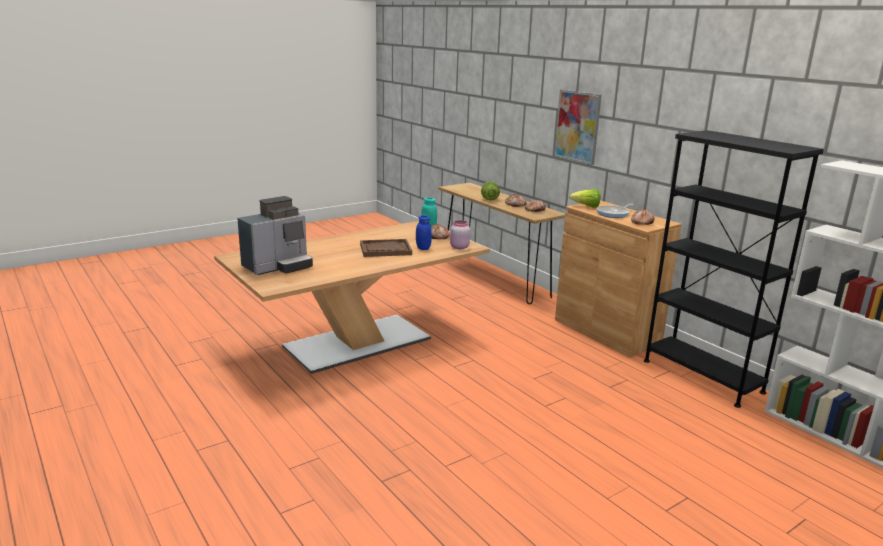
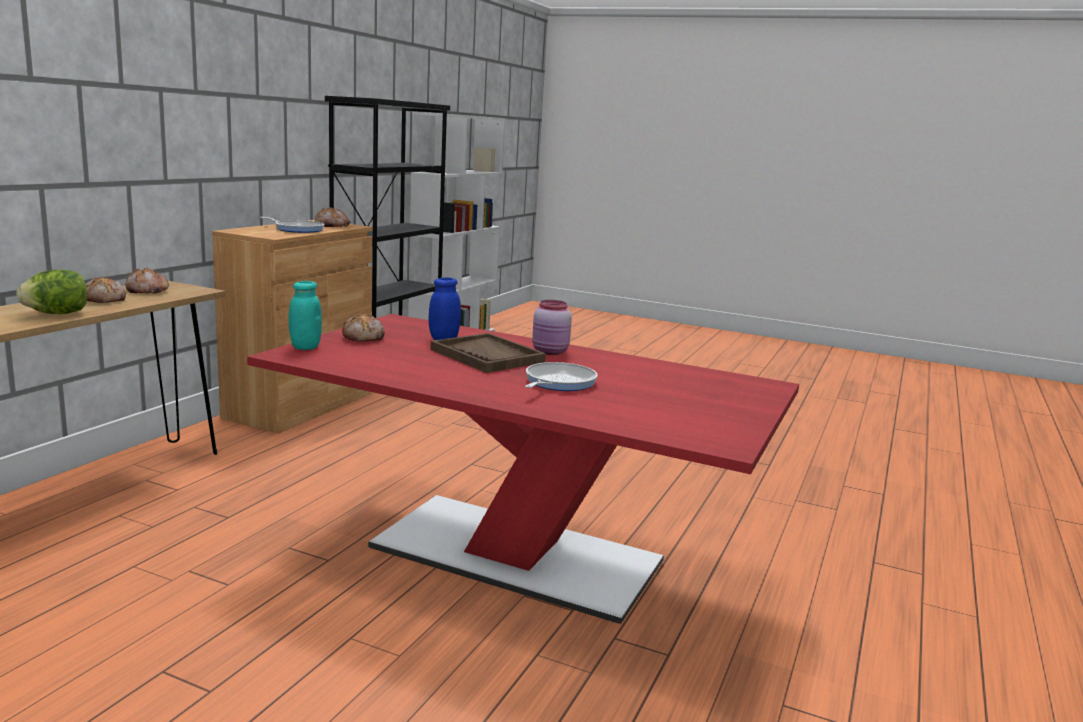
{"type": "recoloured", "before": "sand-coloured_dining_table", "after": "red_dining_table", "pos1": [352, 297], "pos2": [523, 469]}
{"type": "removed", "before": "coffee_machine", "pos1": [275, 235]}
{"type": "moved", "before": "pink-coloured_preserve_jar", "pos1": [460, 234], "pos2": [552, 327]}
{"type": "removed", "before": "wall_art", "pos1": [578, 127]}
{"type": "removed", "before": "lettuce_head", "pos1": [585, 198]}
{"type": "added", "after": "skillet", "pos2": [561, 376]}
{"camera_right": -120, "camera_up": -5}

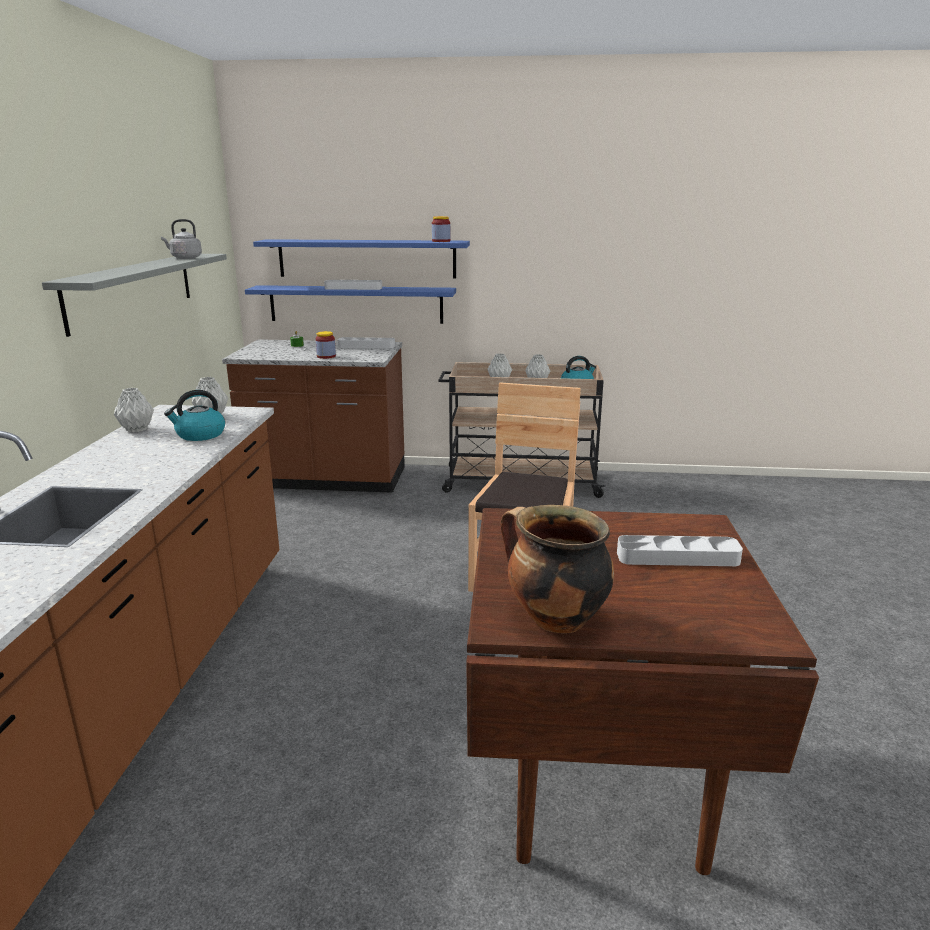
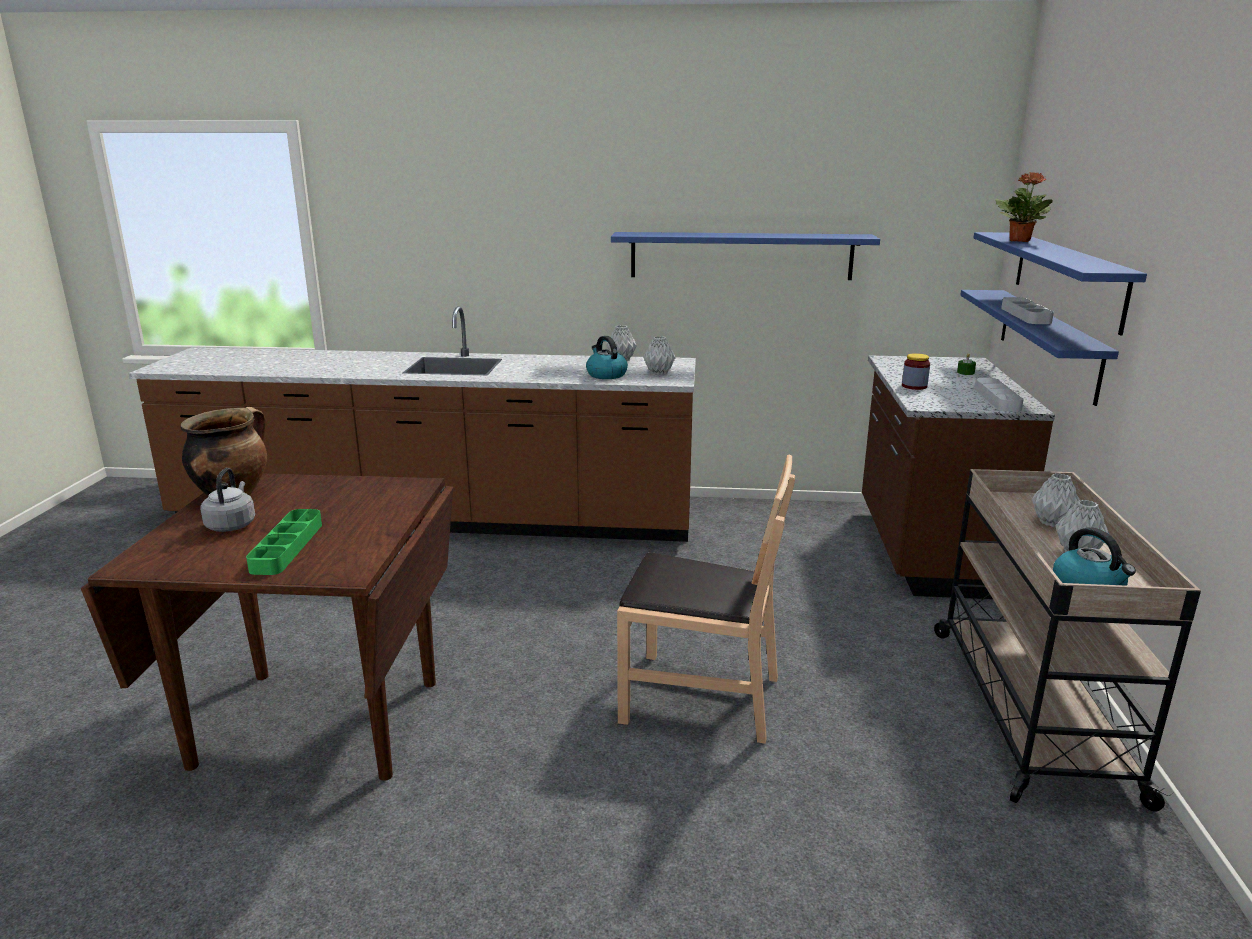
{"type": "recoloured", "before": "grey_shelf", "after": "bluish_shelf", "pos1": [134, 295], "pos2": [745, 256]}
{"type": "moved", "before": "grey_water_kettle", "pos1": [181, 239], "pos2": [227, 500]}
{"type": "removed", "before": "preserve_jar", "pos1": [441, 229]}
{"type": "recoloured", "before": "grey_tray", "after": "green_tray", "pos1": [680, 550], "pos2": [284, 542]}
{"type": "added", "after": "plant_in_a_pot", "pos2": [1024, 207]}
{"camera_right": 90, "camera_up": 0}

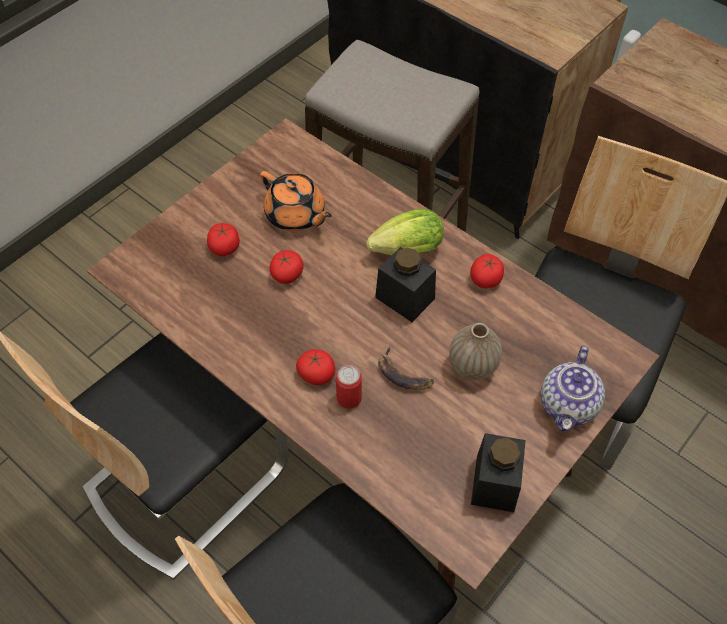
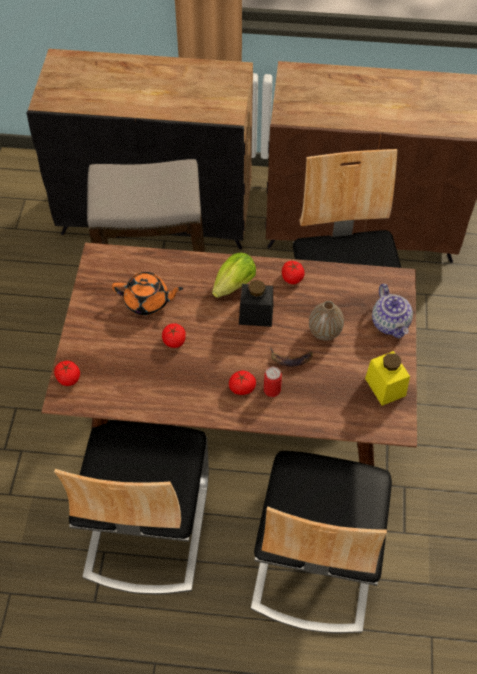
{"type": "moved", "before": "whole_tomato", "pos1": [223, 239], "pos2": [67, 373]}
{"type": "recoloured", "before": "black-coloured_preserve_jar", "after": "yellow-coloured_preserve_jar", "pos1": [498, 472], "pos2": [387, 378]}
{"camera_right": -35, "camera_up": 0}

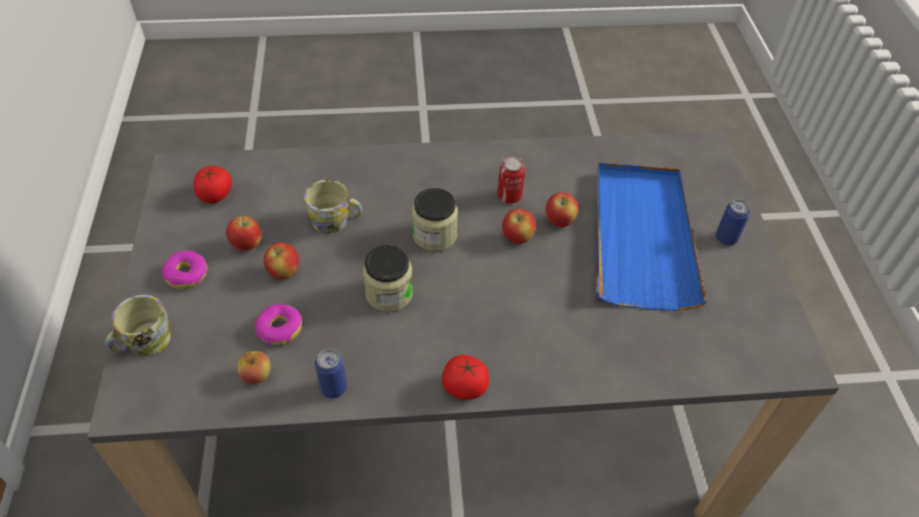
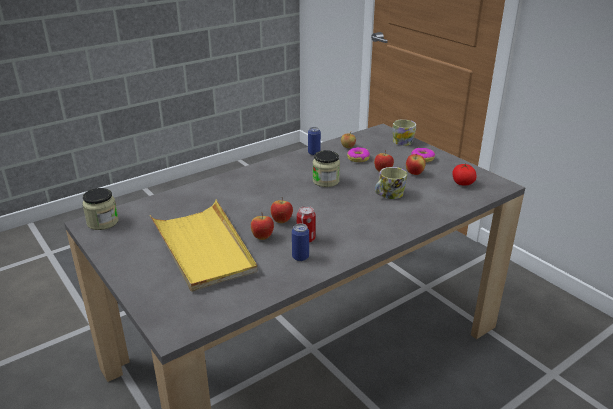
{"type": "moved", "before": "preserve_jar", "pos1": [435, 219], "pos2": [100, 209]}
{"type": "removed", "before": "whole_tomato", "pos1": [465, 377]}
{"type": "recoloured", "before": "bluish_tray", "after": "yellow-coloured_tray", "pos1": [651, 237], "pos2": [204, 246]}
{"type": "moved", "before": "metal_can", "pos1": [733, 222], "pos2": [300, 242]}
{"camera_right": 150, "camera_up": -20}

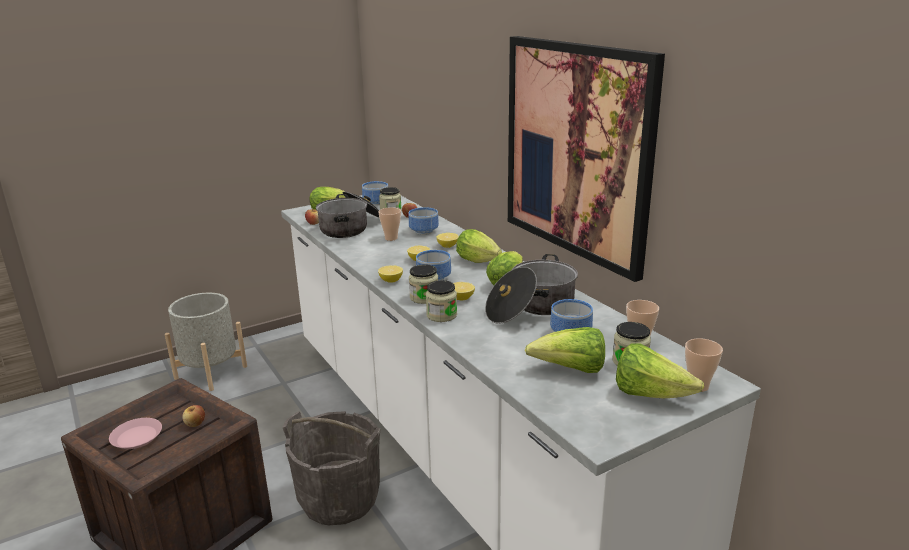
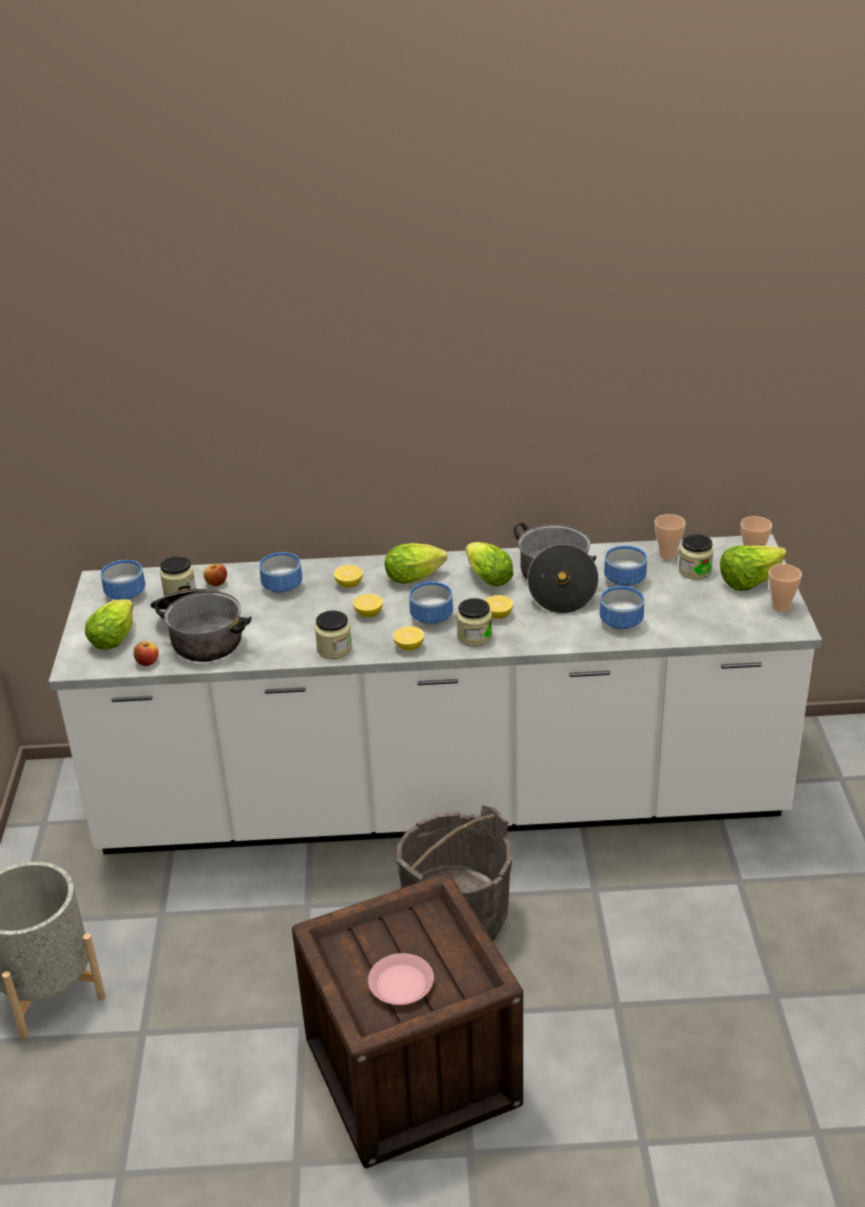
{"type": "removed", "before": "whole_apple", "pos1": [193, 416]}
{"type": "moved", "before": "drinking_cup", "pos1": [389, 224], "pos2": [785, 588]}
{"type": "moved", "before": "preserve_jar", "pos1": [441, 301], "pos2": [333, 635]}
{"type": "removed", "before": "wall_art", "pos1": [586, 159]}
{"type": "removed", "before": "lettuce_head", "pos1": [565, 350]}
{"type": "added", "after": "bowl", "pos2": [622, 608]}
{"camera_right": -60, "camera_up": 10}

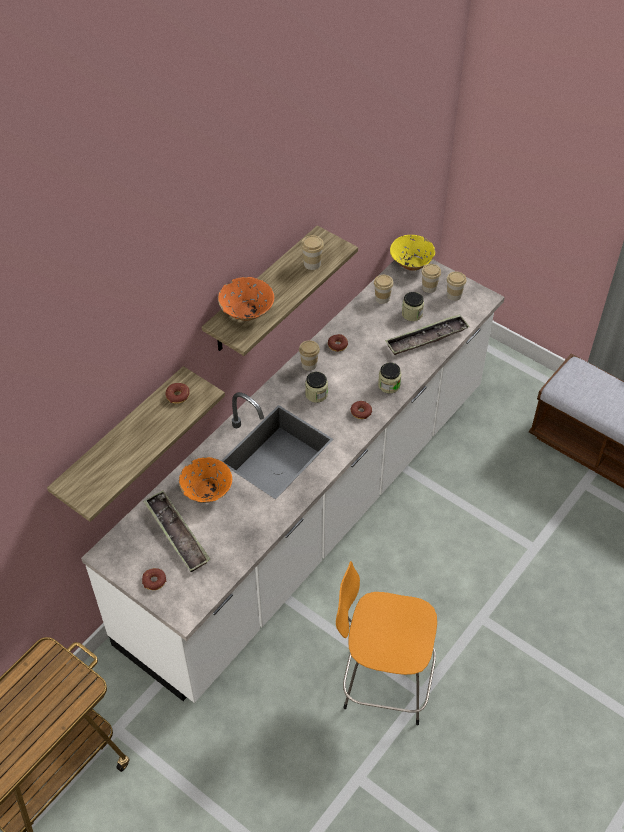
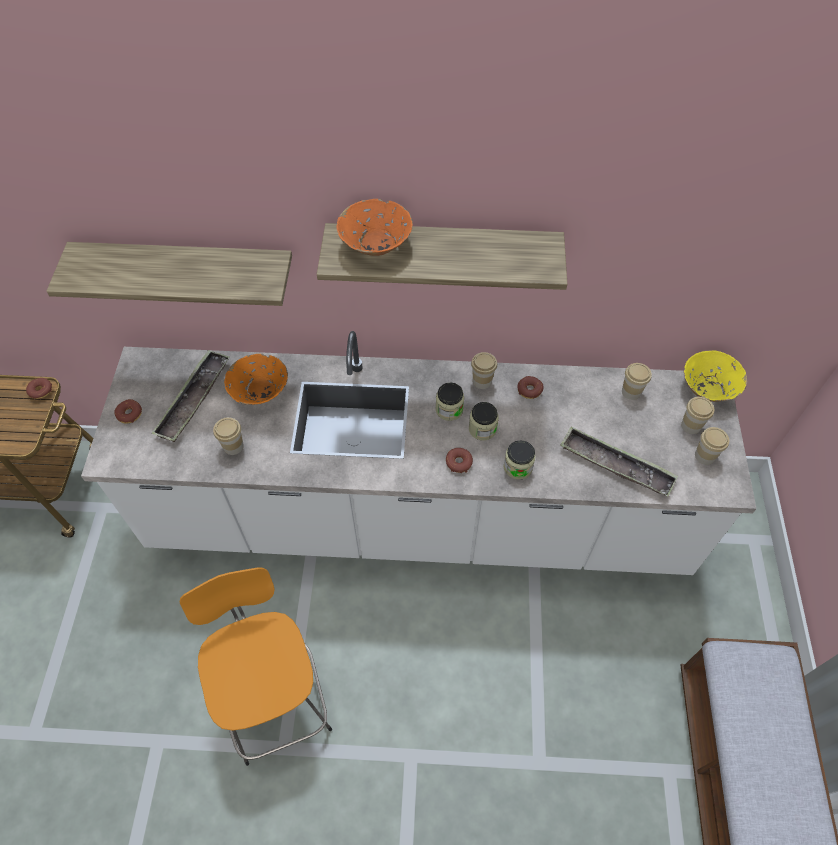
{"type": "moved", "before": "ring_doughnut", "pos1": [177, 393], "pos2": [39, 388]}
{"type": "moved", "before": "drinking_cup", "pos1": [312, 252], "pos2": [228, 436]}
{"type": "moved", "before": "preserve_jar", "pos1": [413, 306], "pos2": [484, 421]}
{"camera_right": 55, "camera_up": 5}

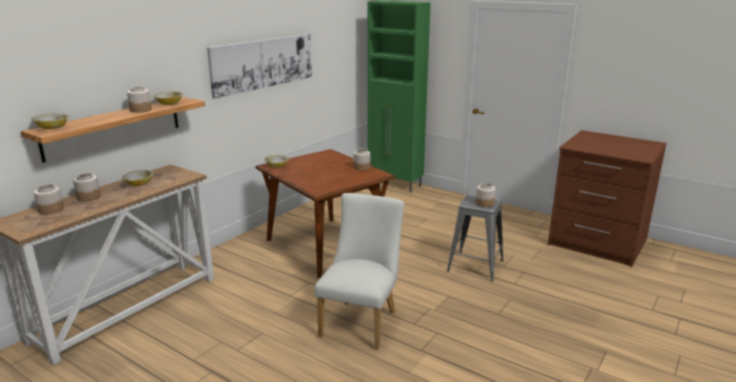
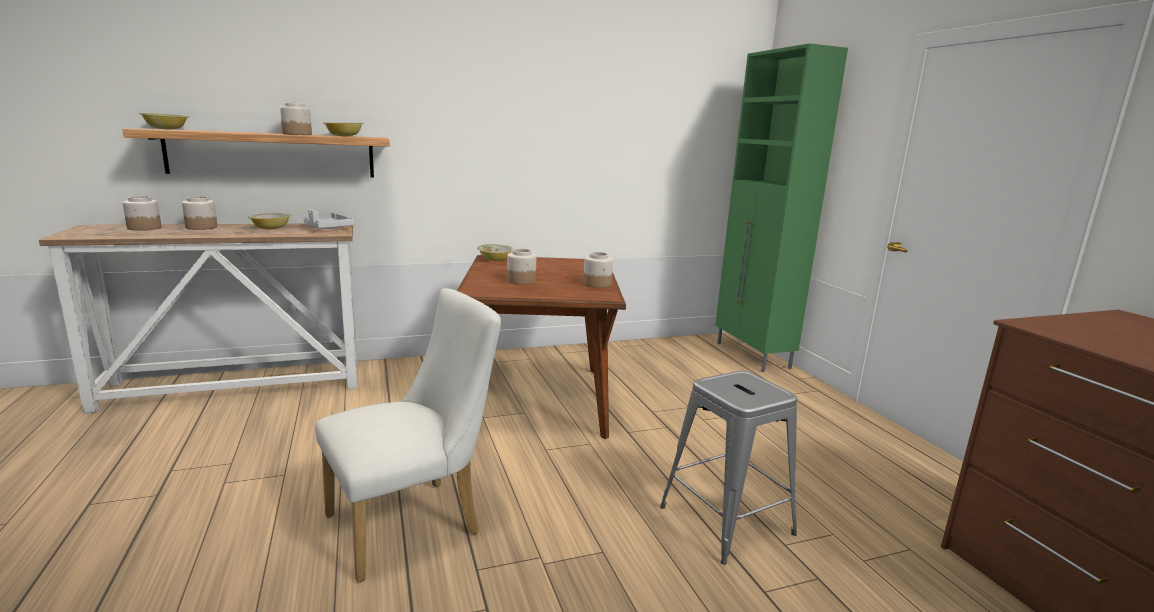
{"type": "removed", "before": "wall_art", "pos1": [259, 66]}
{"type": "moved", "before": "preserve_jar", "pos1": [486, 195], "pos2": [521, 267]}
{"type": "added", "after": "grey_tray", "pos2": [328, 219]}
{"camera_right": 35, "camera_up": -5}

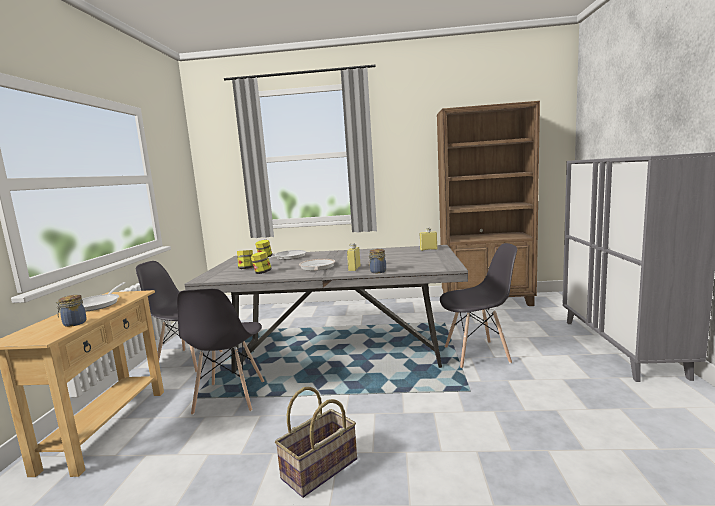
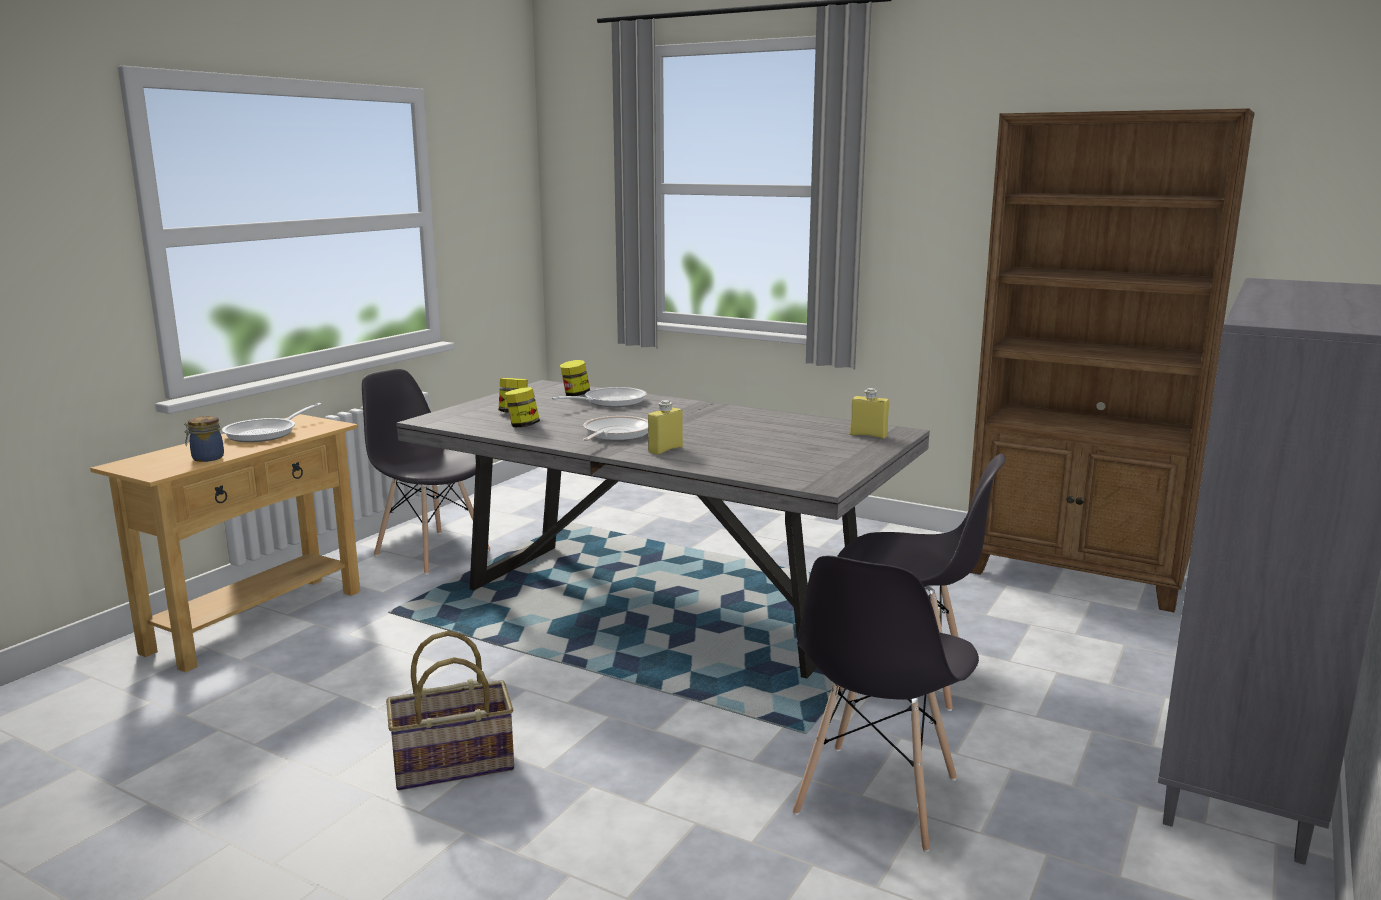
{"type": "moved", "before": "grey_plain_chair", "pos1": [220, 352], "pos2": [886, 704]}
{"type": "removed", "before": "preserve_jar", "pos1": [377, 261]}
{"camera_right": 25, "camera_up": 5}

